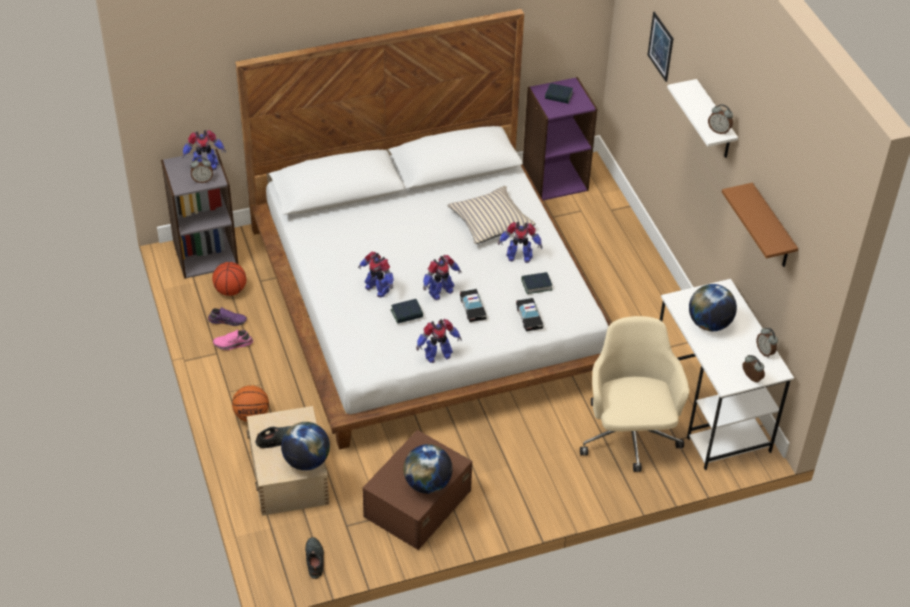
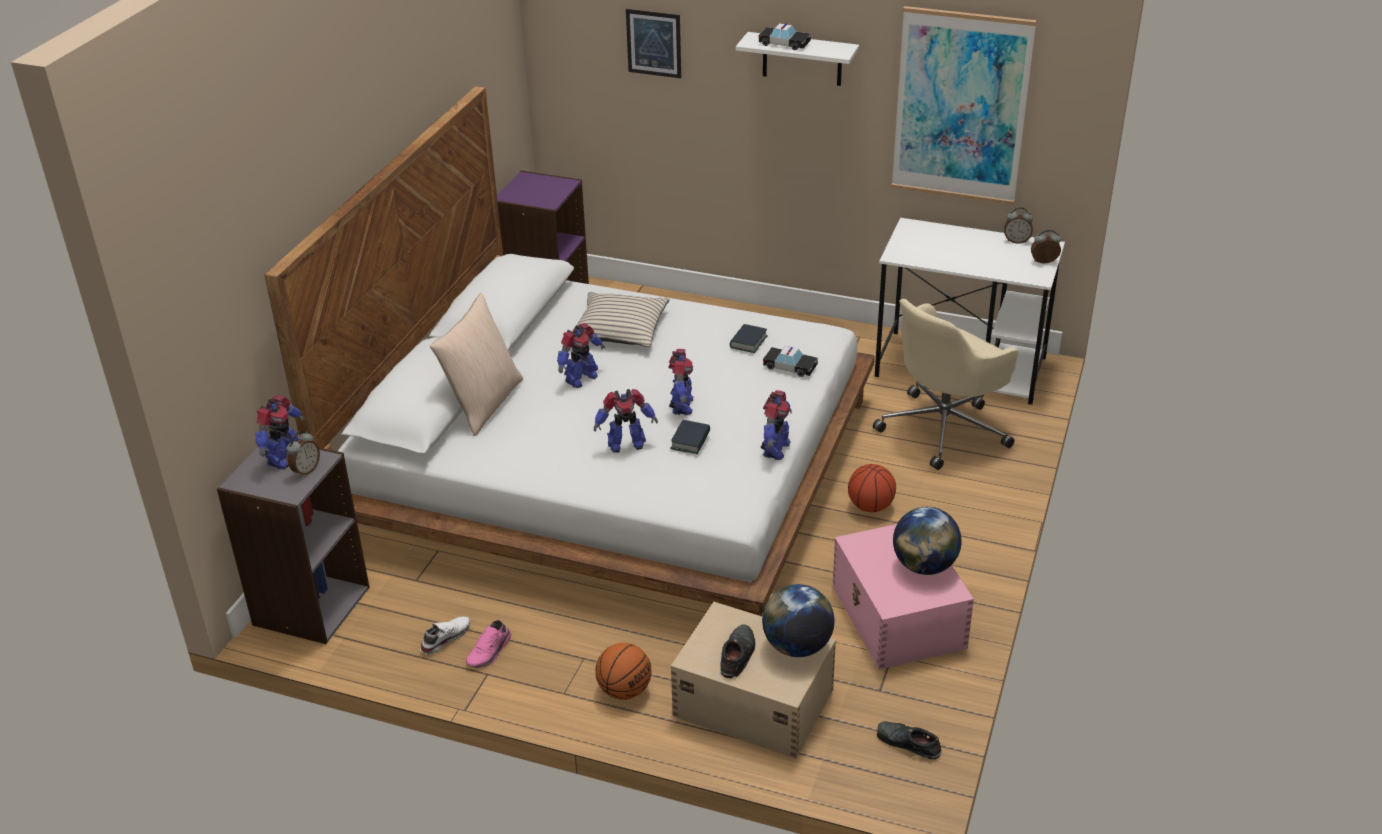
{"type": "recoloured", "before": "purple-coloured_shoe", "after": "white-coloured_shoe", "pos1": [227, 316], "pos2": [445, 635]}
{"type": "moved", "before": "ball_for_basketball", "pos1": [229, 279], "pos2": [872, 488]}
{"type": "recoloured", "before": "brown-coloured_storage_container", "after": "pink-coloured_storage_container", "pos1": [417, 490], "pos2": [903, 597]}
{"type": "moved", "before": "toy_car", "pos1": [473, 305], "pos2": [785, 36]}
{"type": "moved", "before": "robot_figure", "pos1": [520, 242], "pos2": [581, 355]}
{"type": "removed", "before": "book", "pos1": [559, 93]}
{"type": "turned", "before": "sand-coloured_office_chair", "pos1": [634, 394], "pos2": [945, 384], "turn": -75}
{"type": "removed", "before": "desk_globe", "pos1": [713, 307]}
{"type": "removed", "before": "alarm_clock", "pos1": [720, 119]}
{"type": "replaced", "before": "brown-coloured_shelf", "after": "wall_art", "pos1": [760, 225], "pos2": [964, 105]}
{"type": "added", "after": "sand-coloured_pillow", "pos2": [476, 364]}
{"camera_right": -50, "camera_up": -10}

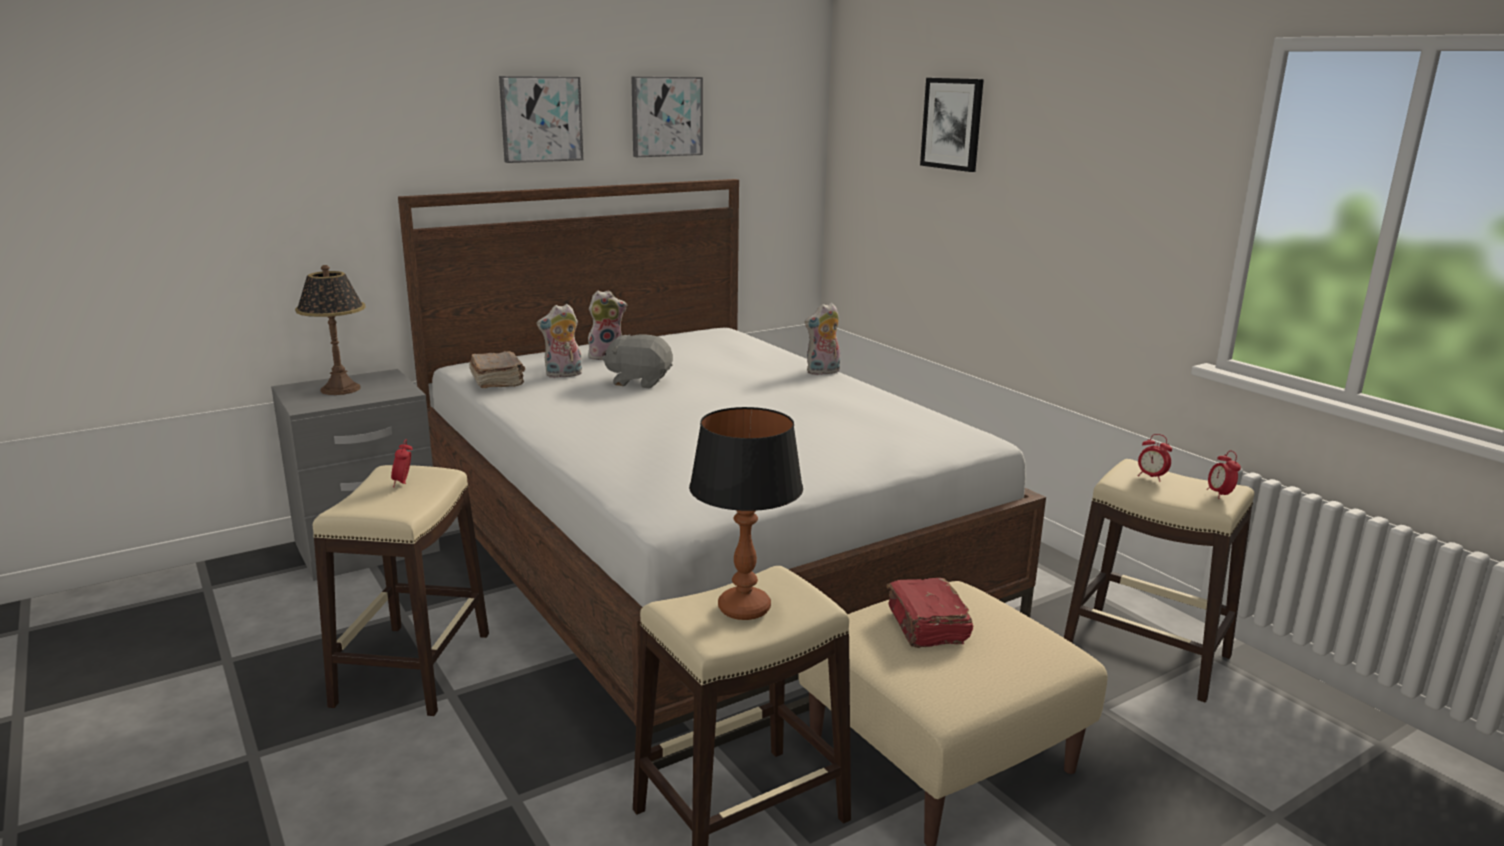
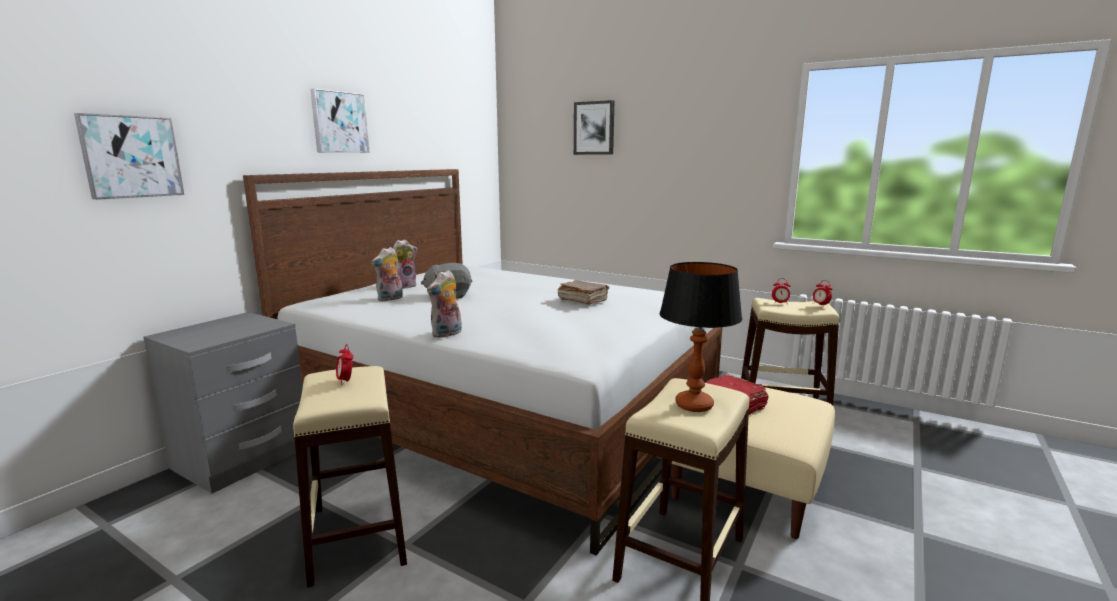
{"type": "removed", "before": "lamp_for_a_table", "pos1": [330, 330]}
{"type": "moved", "before": "brown-coloured_book", "pos1": [497, 369], "pos2": [583, 292]}
{"type": "moved", "before": "wall_art", "pos1": [667, 116], "pos2": [129, 156]}
{"type": "moved", "before": "soft_toy", "pos1": [822, 339], "pos2": [444, 304]}
{"camera_right": -25, "camera_up": -5}

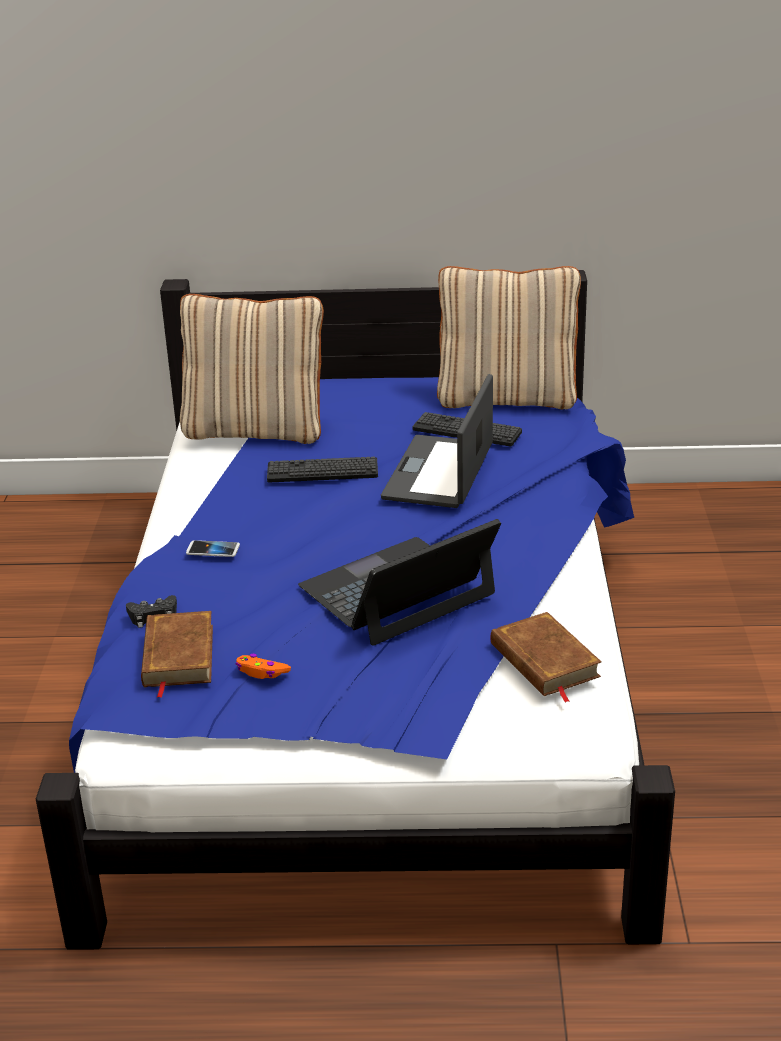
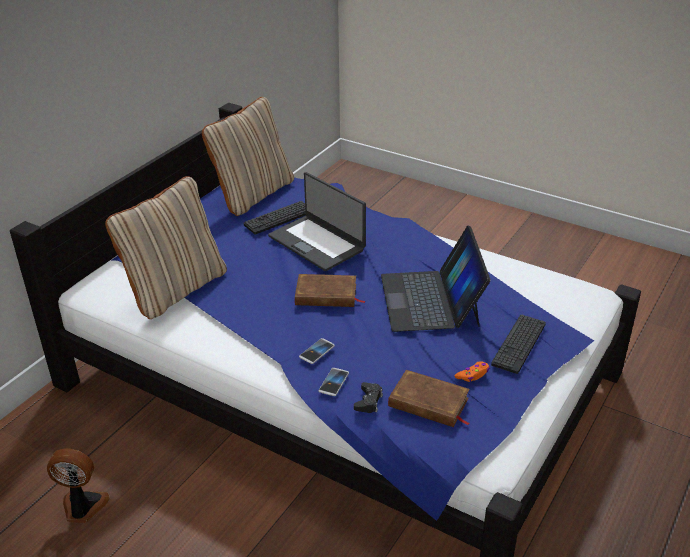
{"type": "moved", "before": "keyboard", "pos1": [322, 470], "pos2": [518, 344]}
{"type": "moved", "before": "brown-coloured_book", "pos1": [546, 657], "pos2": [330, 290]}
{"type": "added", "after": "electric_fan", "pos2": [78, 486]}
{"type": "added", "after": "phone", "pos2": [333, 382]}
{"camera_right": -60, "camera_up": 5}

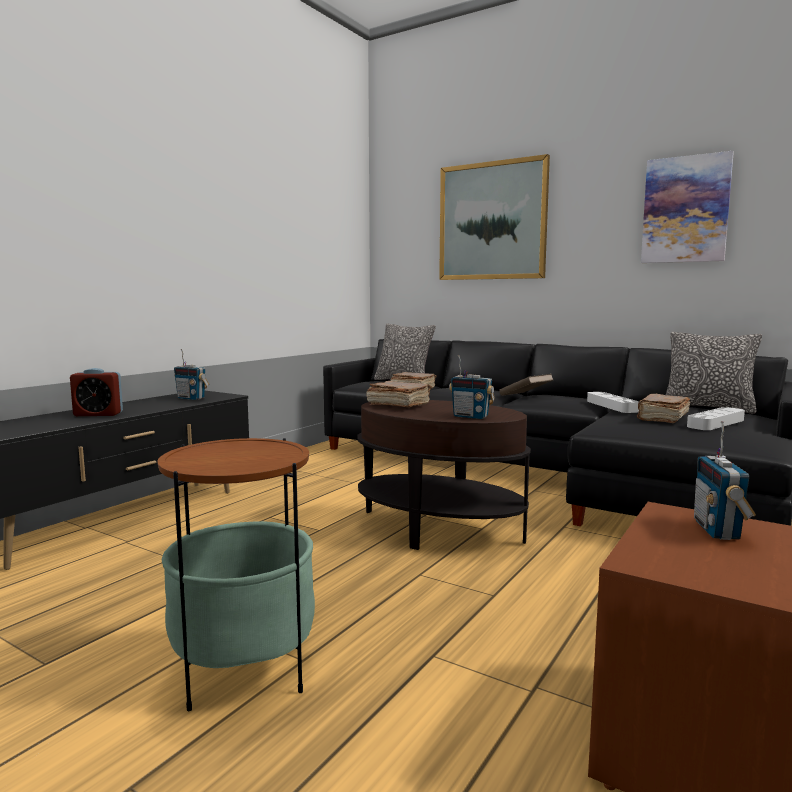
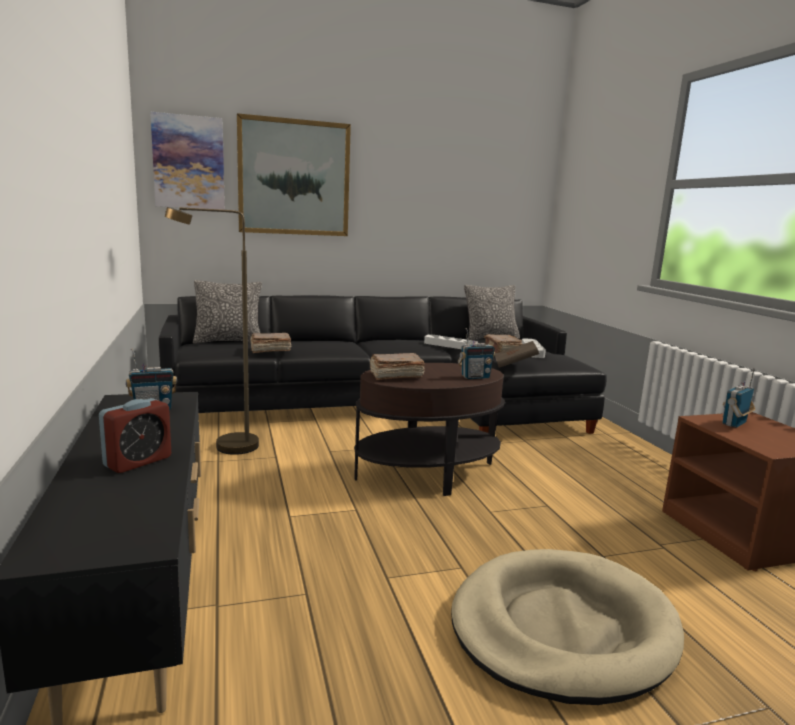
{"type": "replaced", "before": "accent_table", "after": "sand-coloured_dog_cushion", "pos1": [236, 574], "pos2": [567, 627]}
{"type": "moved", "before": "brown-coloured_book", "pos1": [526, 385], "pos2": [517, 354]}
{"type": "moved", "before": "wall_art", "pos1": [687, 207], "pos2": [187, 161]}
{"type": "turned", "before": "radio_receiver", "pos1": [725, 480], "pos2": [738, 398], "turn": 90}
{"type": "added", "after": "brown-coloured_standard_lamp", "pos2": [212, 331]}
{"camera_right": -50, "camera_up": 5}

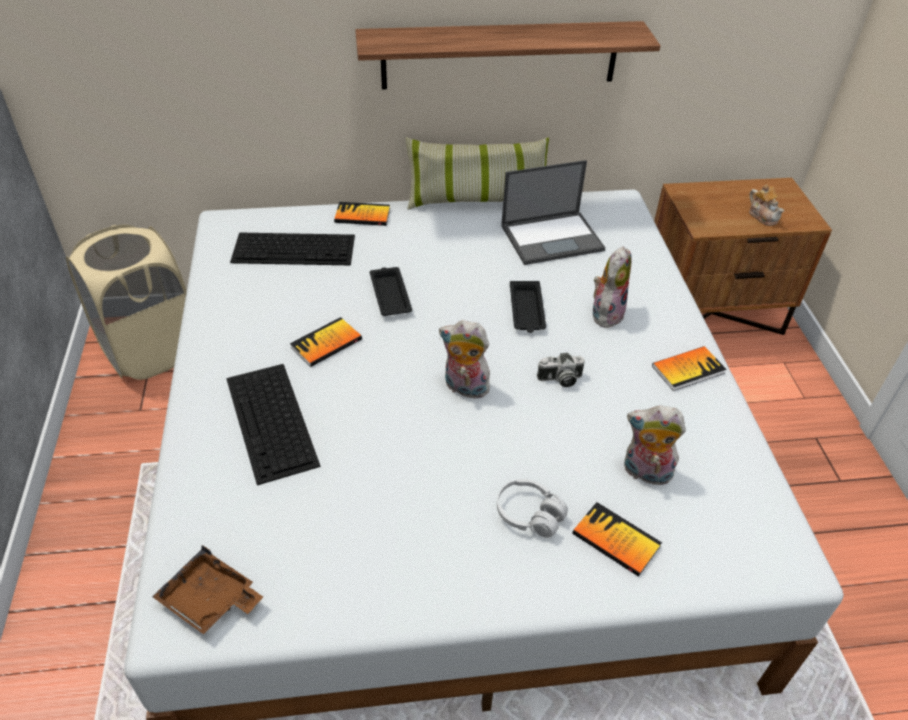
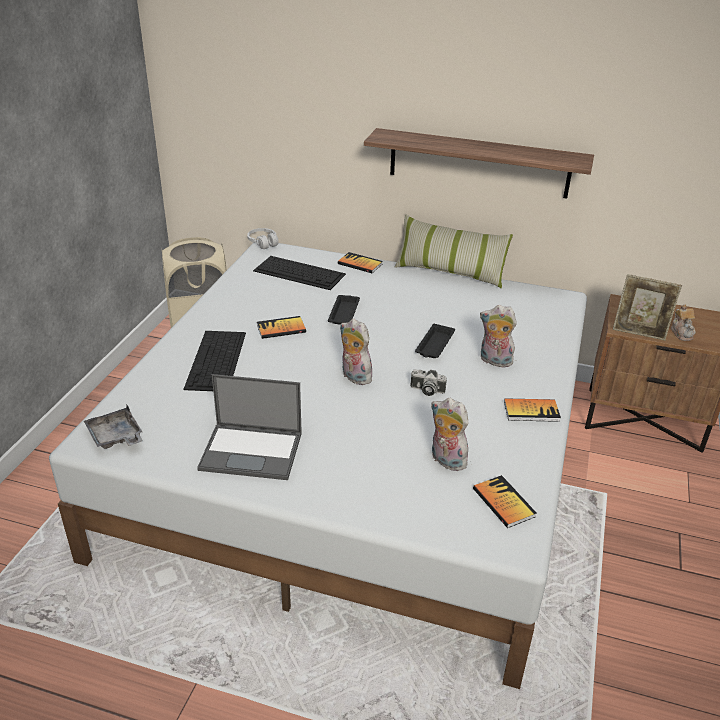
{"type": "recoloured", "before": "brown-coloured_tray", "after": "grey_tray", "pos1": [207, 589], "pos2": [113, 427]}
{"type": "moved", "before": "white-coloured_headset", "pos1": [532, 508], "pos2": [263, 238]}
{"type": "moved", "before": "laptop", "pos1": [553, 212], "pos2": [249, 427]}
{"type": "moved", "before": "book", "pos1": [617, 539], "pos2": [505, 501]}
{"type": "turned", "before": "soft_toy", "pos1": [612, 287], "pos2": [498, 336], "turn": -120}
{"type": "added", "after": "standing_frame", "pos2": [647, 307]}
{"camera_right": 25, "camera_up": -10}

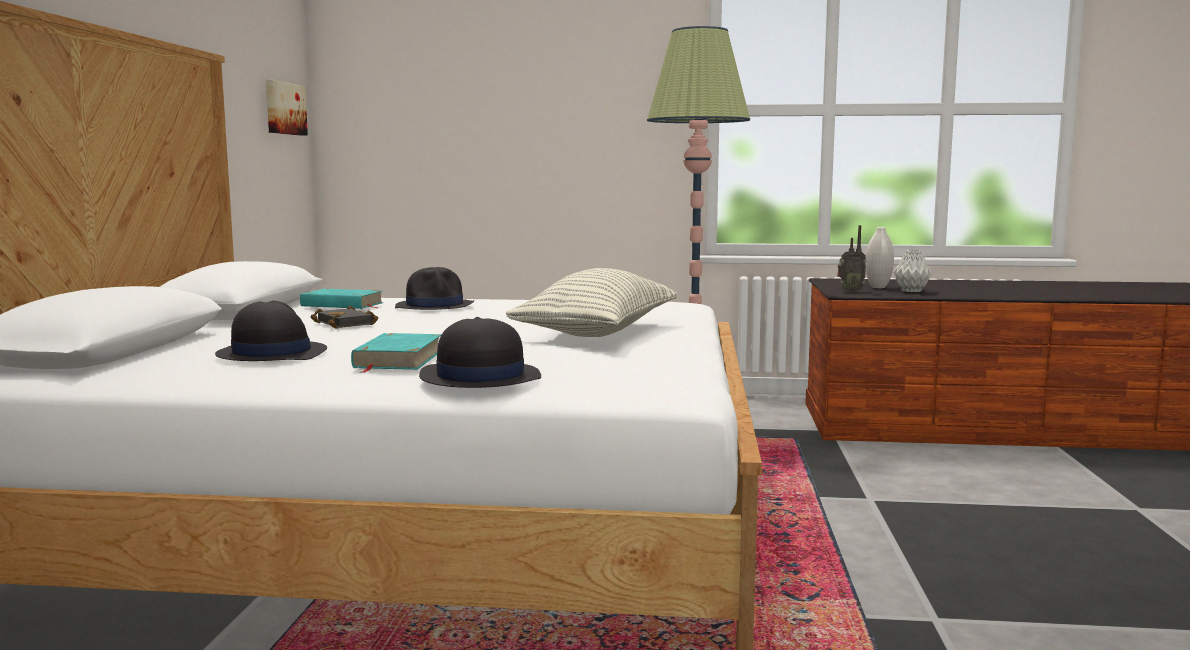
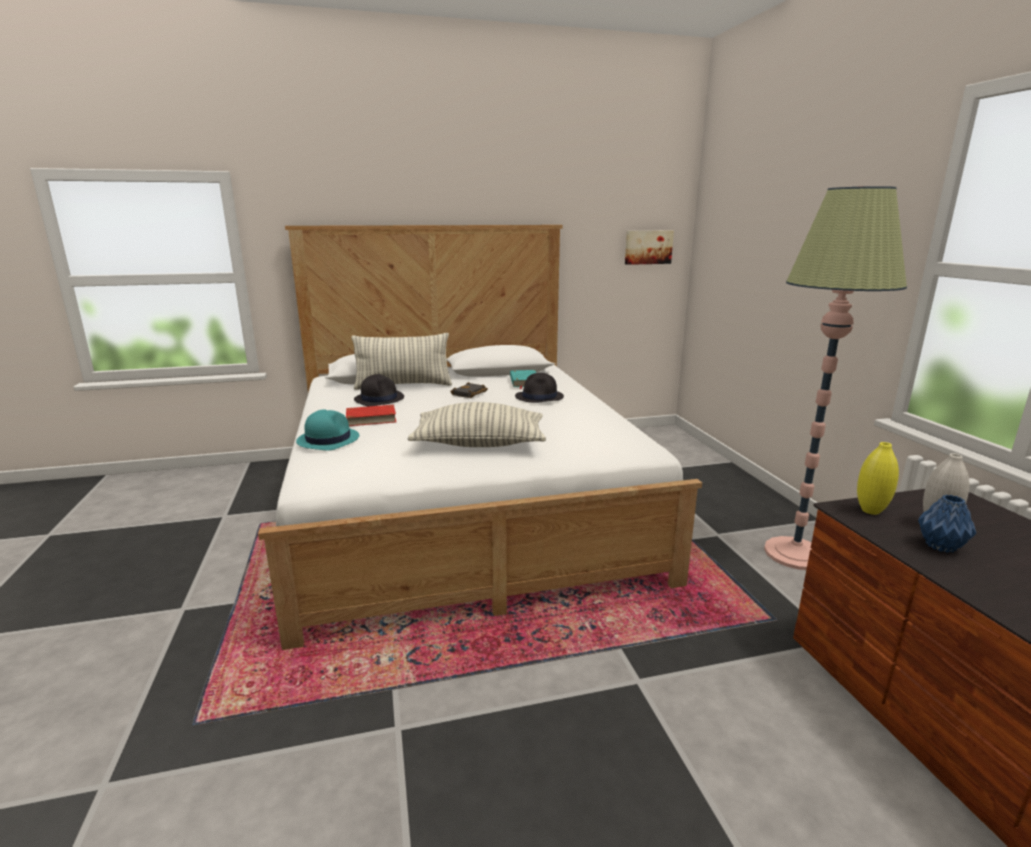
{"type": "recoloured", "before": "turquoise-coloured_book", "after": "red_book", "pos1": [396, 353], "pos2": [371, 415]}
{"type": "recoloured", "before": "black-coloured_clothing_hat", "after": "turquoise-coloured_clothing_hat", "pos1": [480, 352], "pos2": [327, 430]}
{"type": "replaced", "before": "radio_receiver", "after": "yellow-coloured_decorative_vase", "pos1": [851, 258], "pos2": [878, 478]}
{"type": "recoloured", "before": "grey_decorative_vase", "after": "bluish_decorative_vase", "pos1": [912, 271], "pos2": [947, 524]}
{"type": "added", "after": "pillow", "pos2": [401, 361]}
{"camera_right": 70, "camera_up": 10}

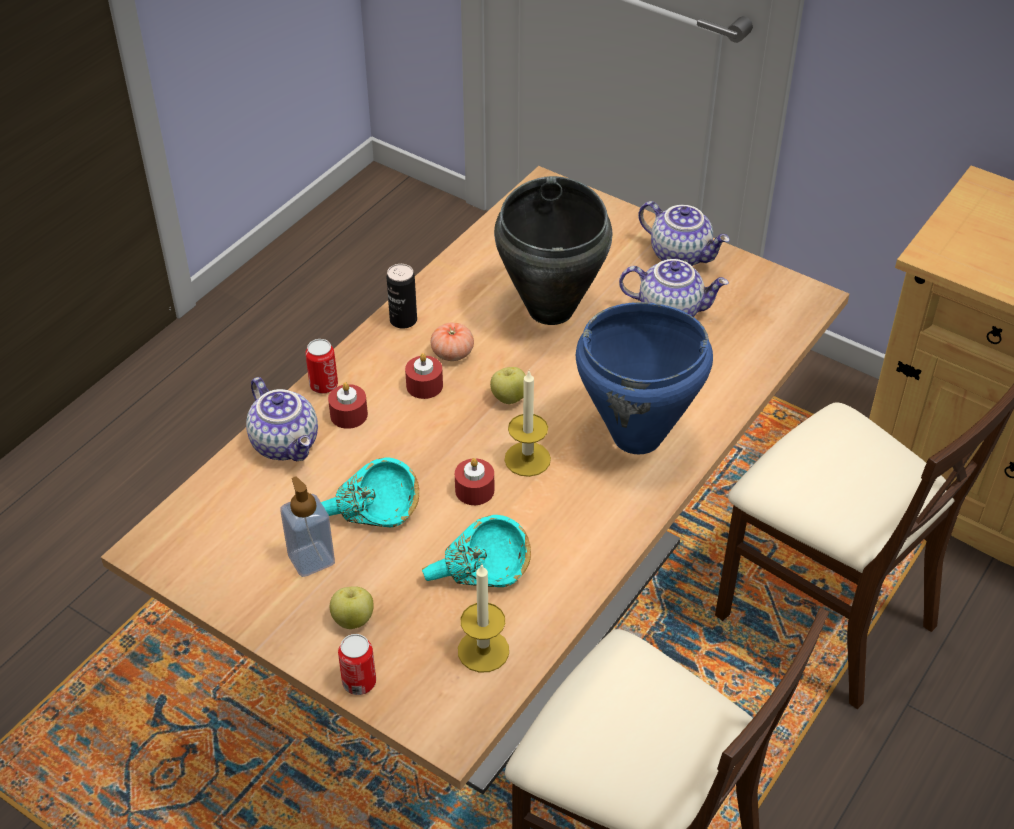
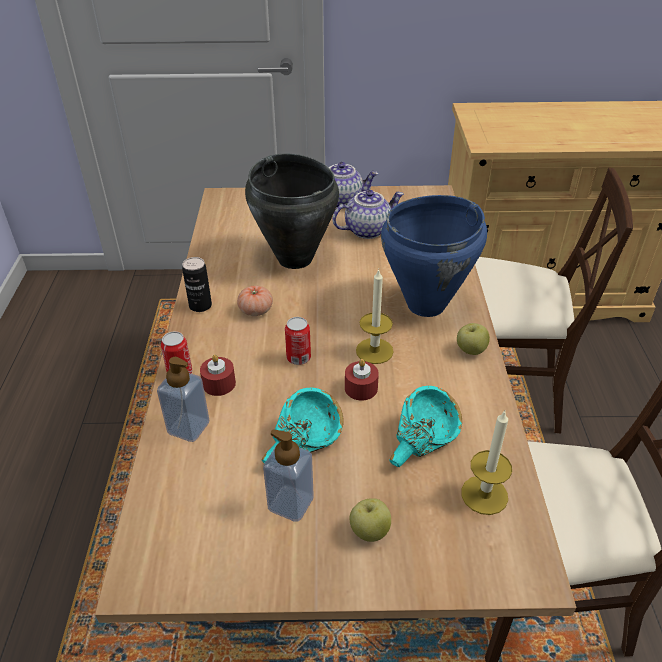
{"type": "replaced", "before": "tea_pot", "after": "soap_bottle", "pos1": [282, 419], "pos2": [183, 399]}
{"type": "moved", "before": "metal_can", "pos1": [357, 664], "pos2": [298, 341]}
{"type": "removed", "before": "red_wax_candle", "pos1": [424, 376]}
{"type": "moved", "before": "whole_apple", "pos1": [508, 385], "pos2": [473, 339]}
{"camera_right": -35, "camera_up": -5}

